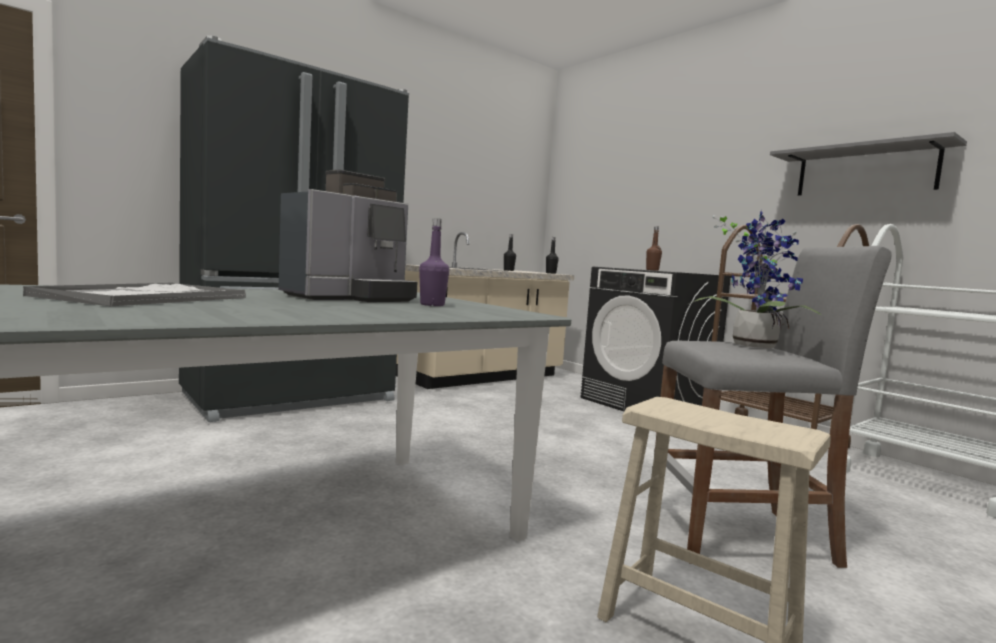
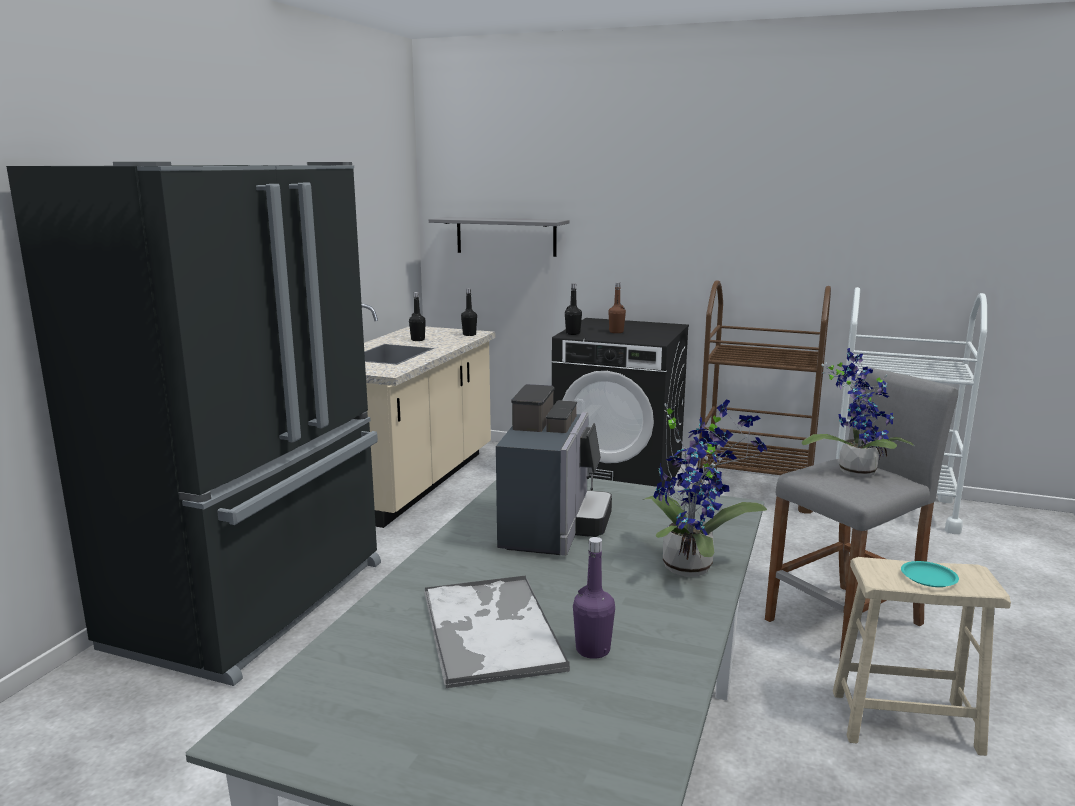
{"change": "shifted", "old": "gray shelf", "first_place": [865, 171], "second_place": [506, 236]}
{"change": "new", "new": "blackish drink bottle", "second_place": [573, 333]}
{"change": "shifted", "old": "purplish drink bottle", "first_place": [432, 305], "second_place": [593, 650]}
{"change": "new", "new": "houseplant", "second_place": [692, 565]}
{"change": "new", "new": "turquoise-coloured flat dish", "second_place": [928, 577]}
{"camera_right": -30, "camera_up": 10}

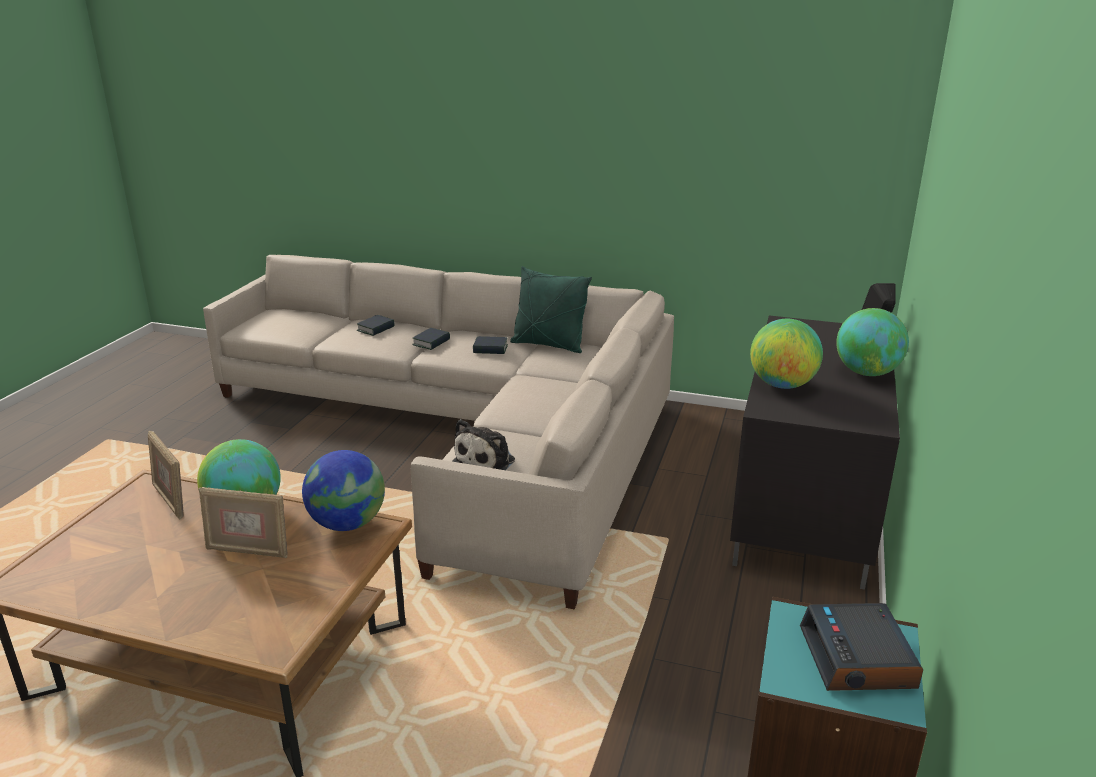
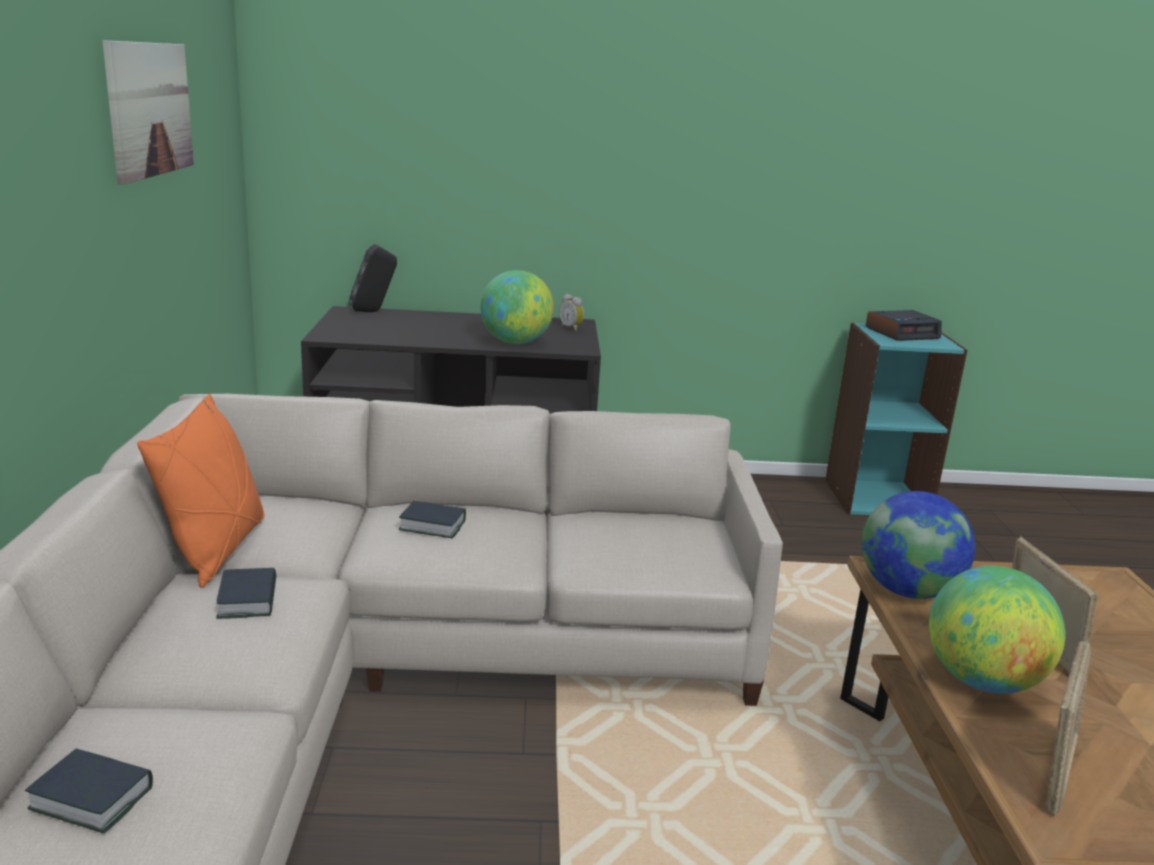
{"change": "new", "new": "picture", "second_place": [149, 109]}
{"change": "repainted", "old": "greenish throw pillow", "new": "orange-coloured throw pillow", "first_place": [549, 345], "second_place": [216, 550]}
{"change": "shifted", "old": "volume", "first_place": [431, 342], "second_place": [432, 525]}
{"change": "new", "new": "table clock", "second_place": [571, 328]}
{"change": "gone", "old": "cuddly toy", "first_place": [487, 461]}
{"change": "gone", "old": "desk globe", "first_place": [866, 373]}
{"camera_right": -110, "camera_up": -5}

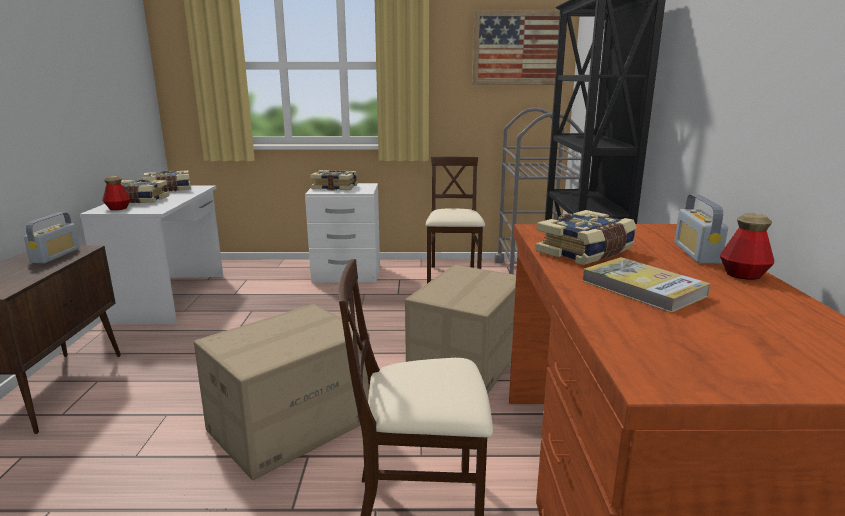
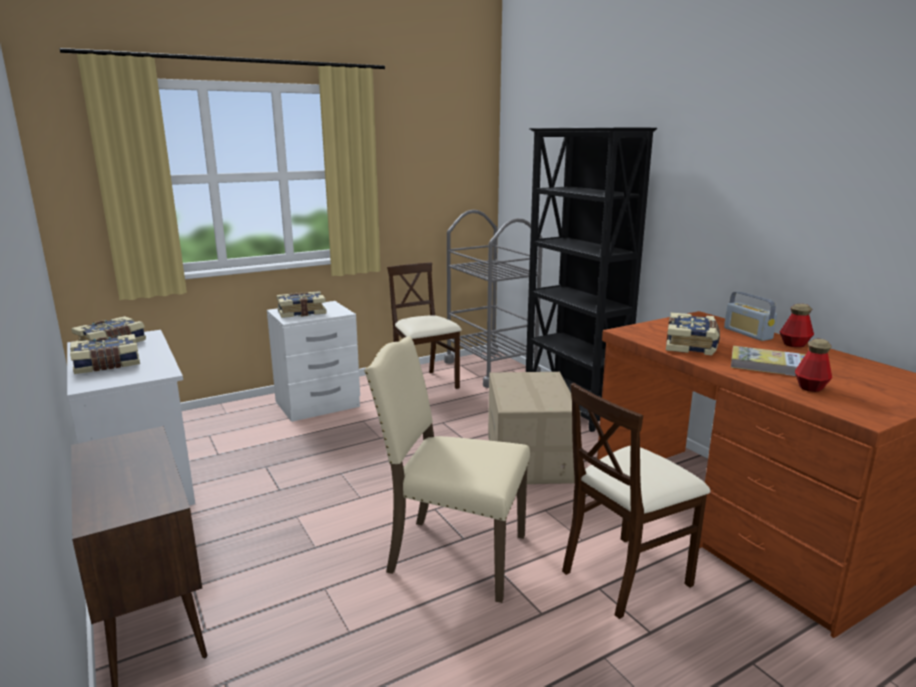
{"change": "swapped", "old": "carton", "new": "beige chair", "first_place": [290, 424], "second_place": [453, 555]}
{"change": "shifted", "old": "drink bottle", "first_place": [118, 208], "second_place": [810, 387]}
{"change": "gone", "old": "radio set", "first_place": [56, 255]}
{"change": "gone", "old": "picture", "first_place": [517, 48]}
{"camera_right": -30, "camera_up": 0}

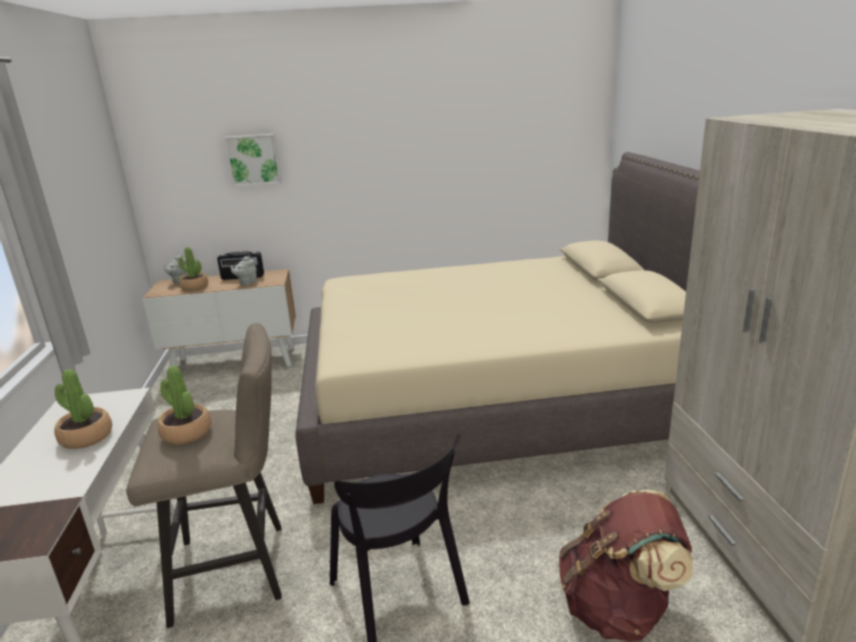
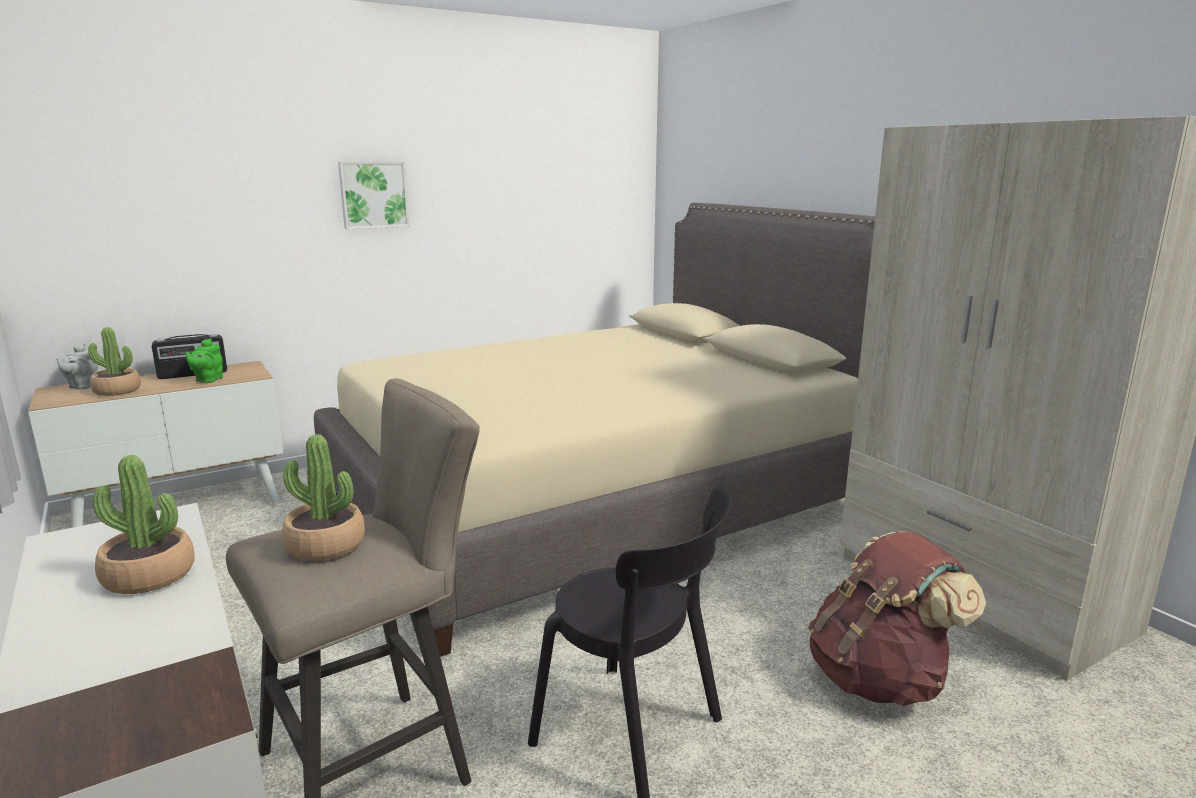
{"change": "repainted", "old": "gray teapot", "new": "greenish teapot", "first_place": [247, 283], "second_place": [208, 380]}
{"change": "shifted", "old": "picture", "first_place": [253, 160], "second_place": [373, 194]}
{"camera_right": -25, "camera_up": -5}

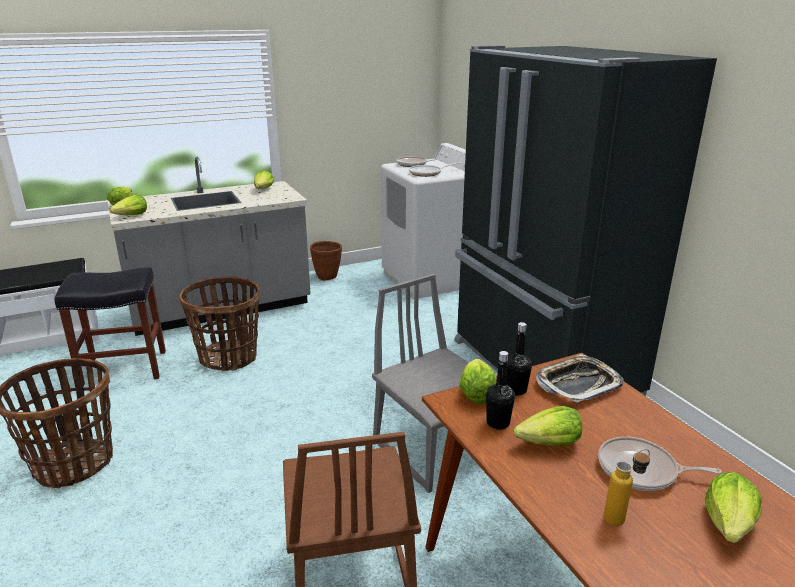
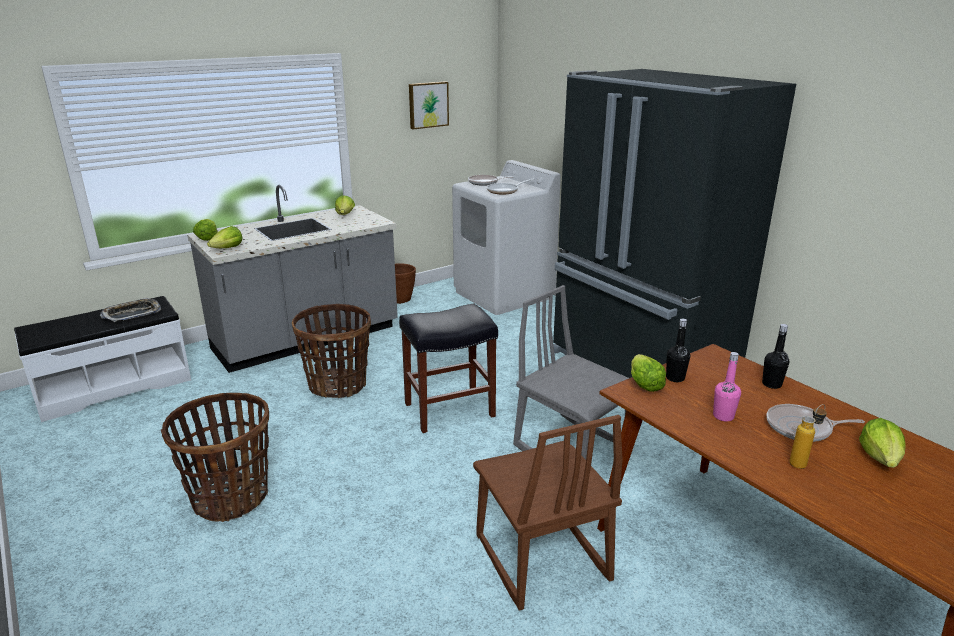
{"change": "shifted", "old": "serving tray", "first_place": [578, 384], "second_place": [132, 314]}
{"change": "shifted", "old": "blackish stool seat", "first_place": [122, 369], "second_place": [448, 410]}
{"change": "new", "new": "picture", "second_place": [428, 105]}
{"change": "swapped", "old": "head of lettuce", "new": "pinkish drink bottle", "first_place": [549, 444], "second_place": [723, 416]}
{"change": "shifted", "old": "blackish drink bottle", "first_place": [498, 423], "second_place": [771, 384]}
{"camera_right": -10, "camera_up": 0}

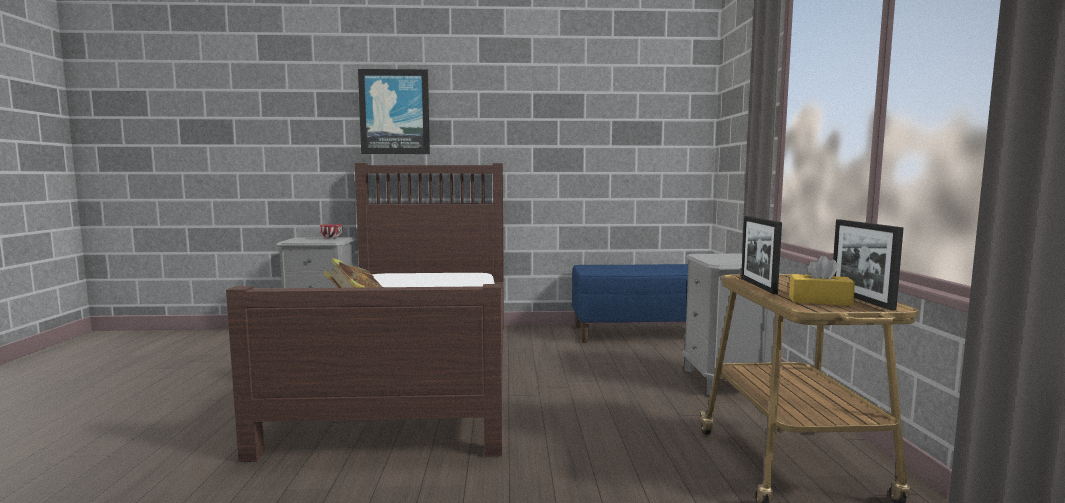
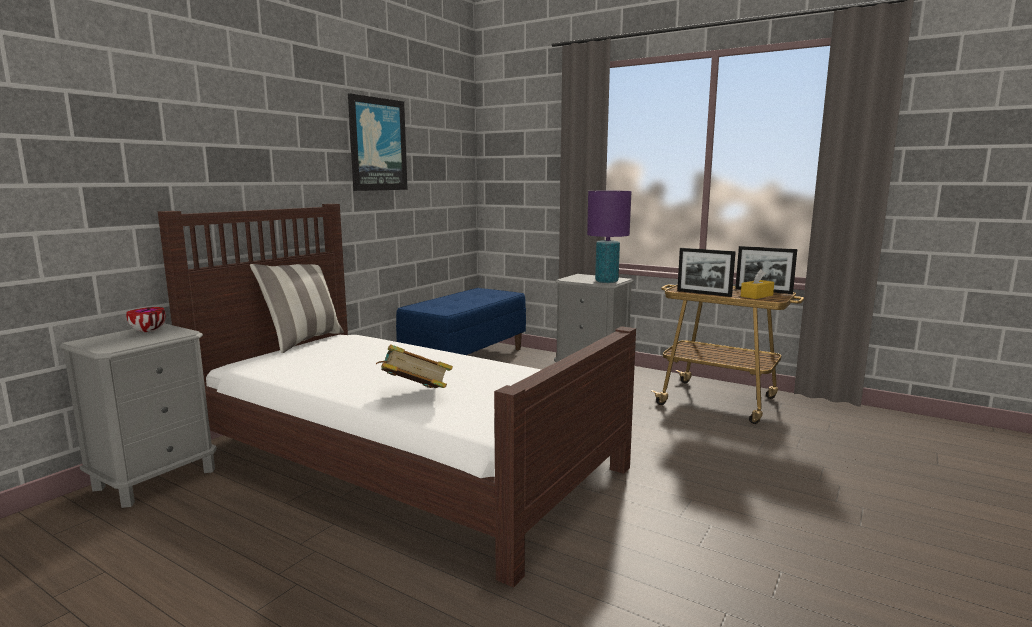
{"change": "new", "new": "throw pillow", "second_place": [303, 341]}
{"change": "shifted", "old": "picture", "first_place": [394, 112], "second_place": [377, 144]}
{"change": "new", "new": "purplish tabletop lamp", "second_place": [606, 281]}
{"camera_right": -55, "camera_up": 5}

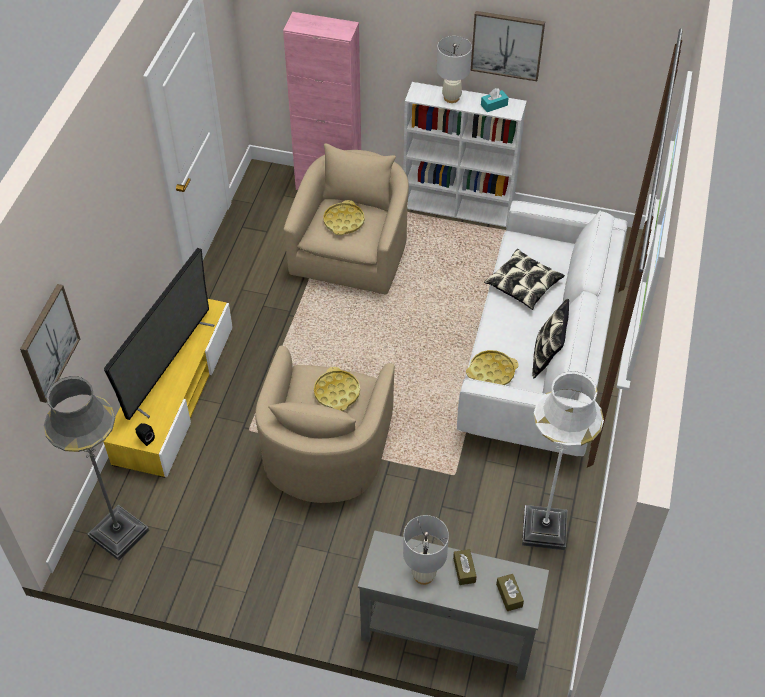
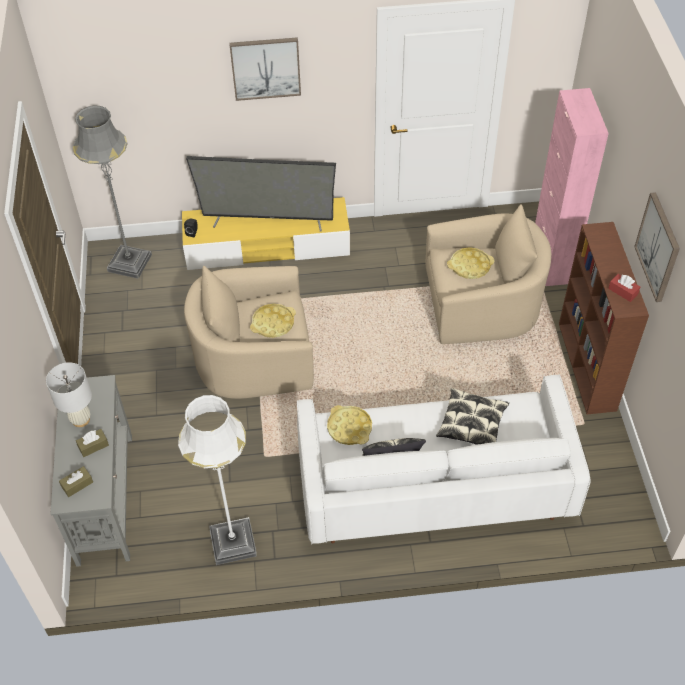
{"change": "shifted", "old": "picture", "first_place": [48, 343], "second_place": [265, 68]}
{"change": "repainted", "old": "white-coloured bookshelf", "new": "brownish bookshelf", "first_place": [459, 208], "second_place": [587, 367]}
{"change": "repainted", "old": "turquoise-coloured tissue box", "new": "red-coloured tissue box", "first_place": [494, 105], "second_place": [623, 291]}
{"change": "gone", "old": "white-coloured tabletop lamp", "first_place": [451, 98]}
{"camera_right": 70, "camera_up": 0}

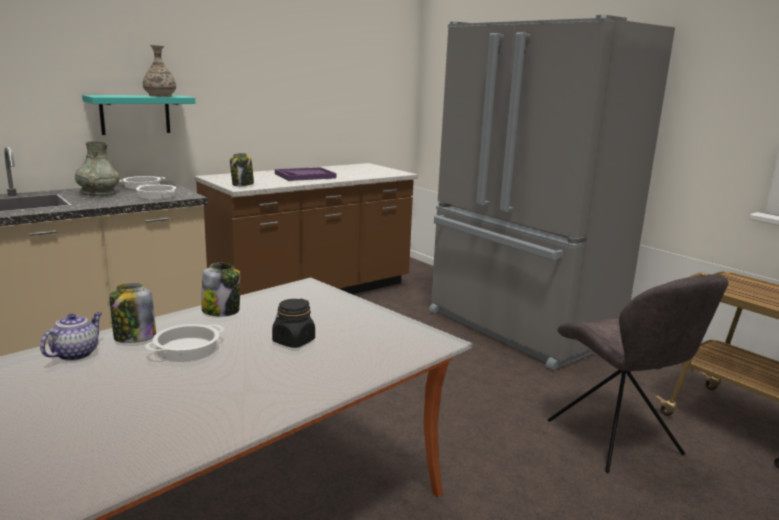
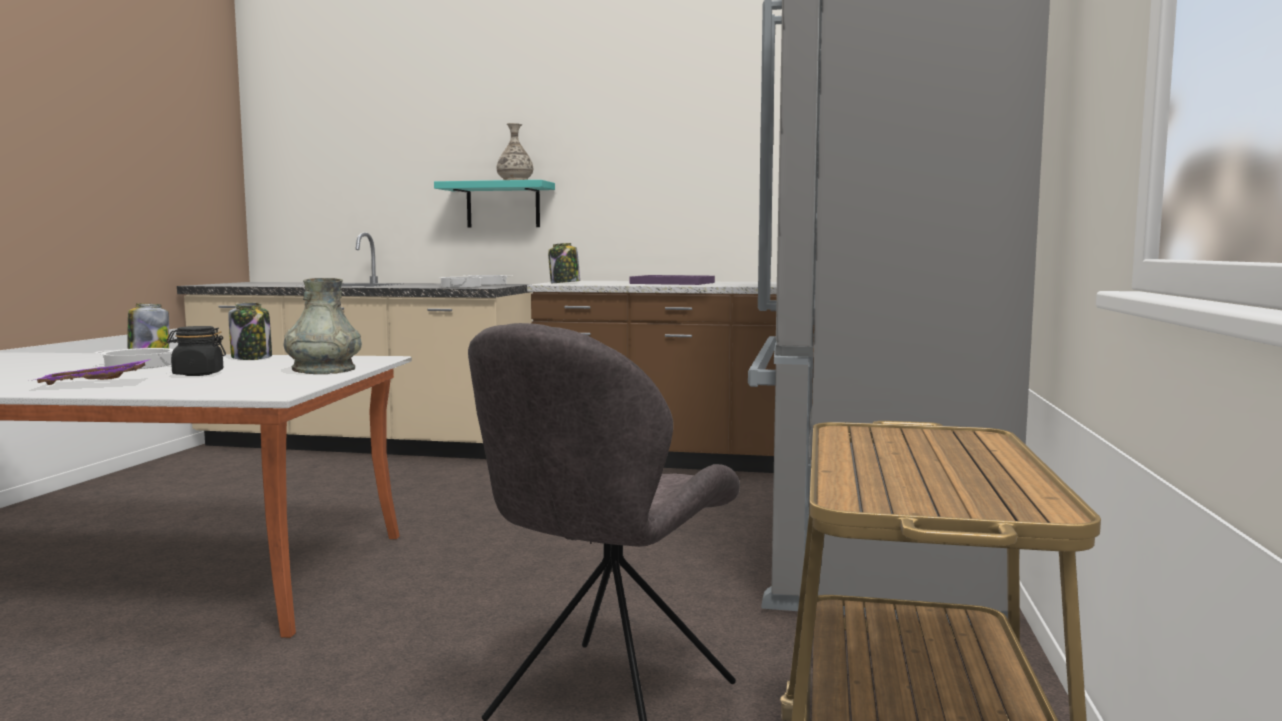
{"change": "new", "new": "purplish serving tray", "second_place": [93, 384]}
{"change": "shifted", "old": "gray flower vase", "first_place": [98, 193], "second_place": [323, 370]}
{"change": "gone", "old": "teapot", "first_place": [76, 354]}
{"camera_right": 50, "camera_up": -10}

